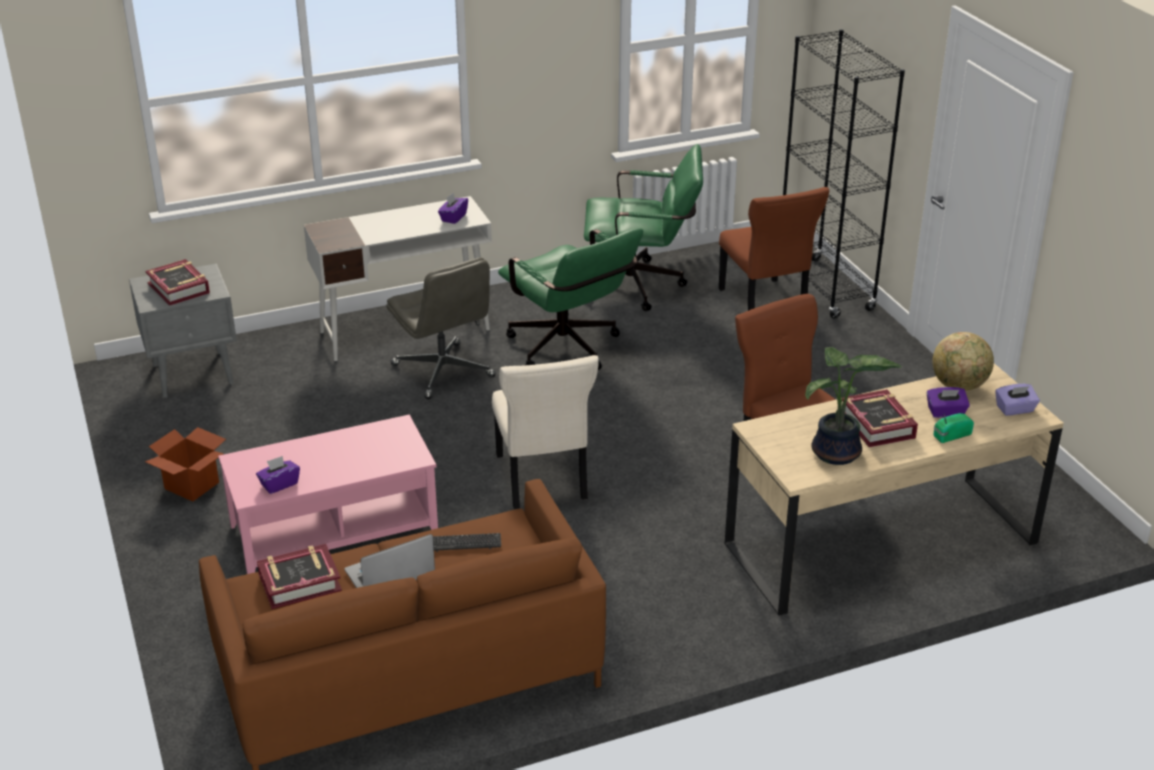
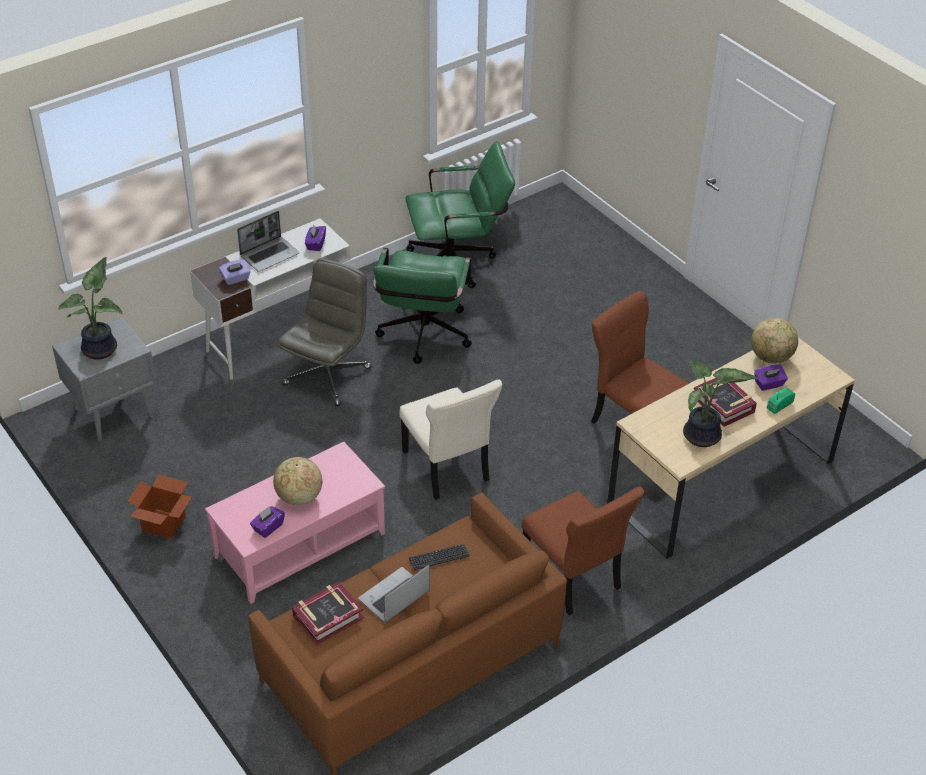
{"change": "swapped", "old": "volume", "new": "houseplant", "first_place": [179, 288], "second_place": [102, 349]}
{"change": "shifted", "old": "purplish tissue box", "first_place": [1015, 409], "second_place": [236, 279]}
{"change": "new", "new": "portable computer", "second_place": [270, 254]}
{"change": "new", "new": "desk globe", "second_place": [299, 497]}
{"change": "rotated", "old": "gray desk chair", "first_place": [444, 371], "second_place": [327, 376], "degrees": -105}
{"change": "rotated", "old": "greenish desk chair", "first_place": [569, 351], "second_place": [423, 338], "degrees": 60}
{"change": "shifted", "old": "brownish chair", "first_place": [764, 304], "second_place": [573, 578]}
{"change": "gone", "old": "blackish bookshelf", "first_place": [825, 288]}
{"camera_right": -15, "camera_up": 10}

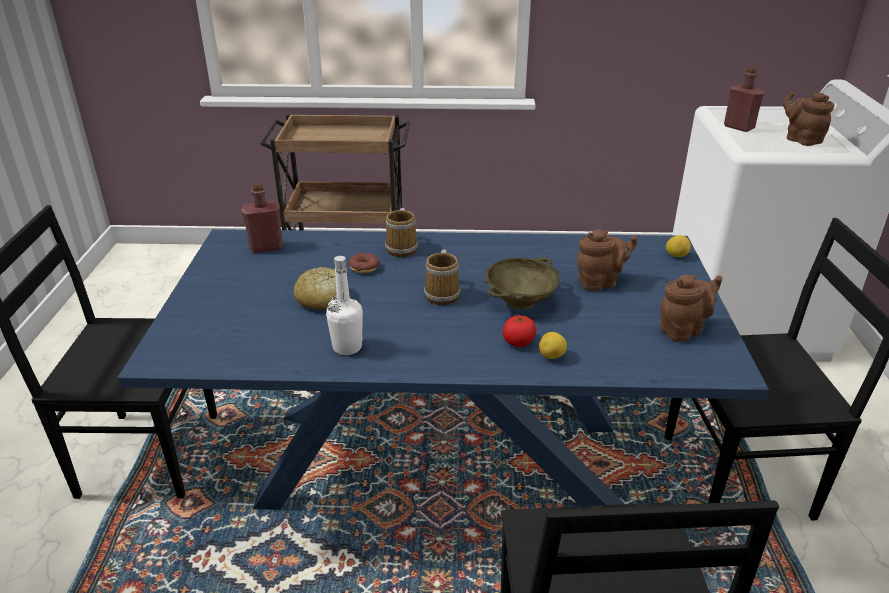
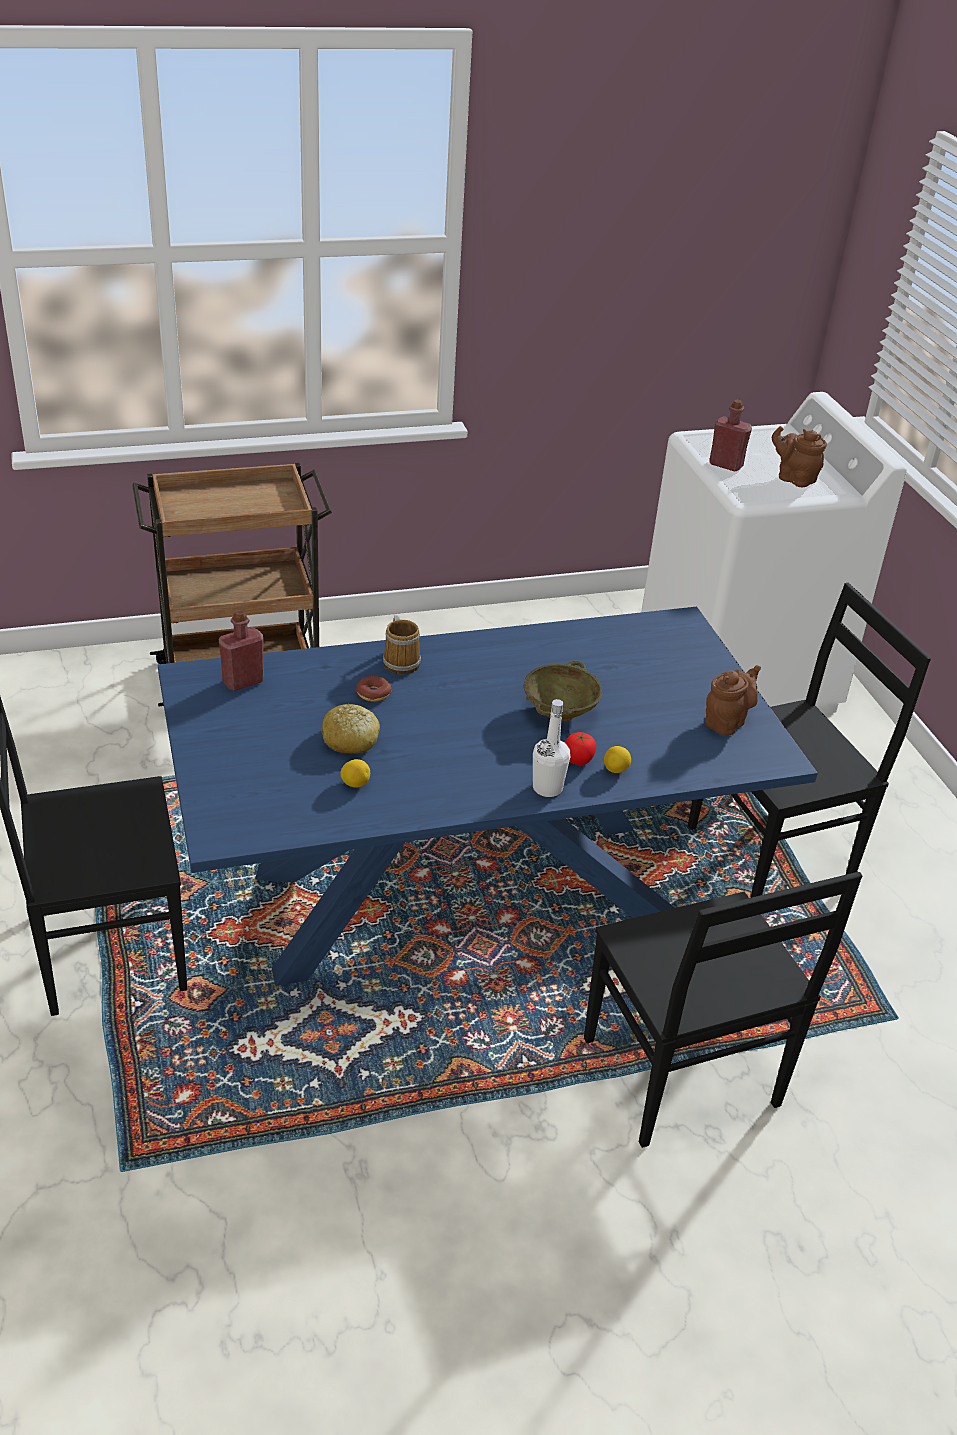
{"change": "shifted", "old": "lemon", "first_place": [676, 255], "second_place": [355, 784]}
{"change": "shifted", "old": "white-coloured drink bottle", "first_place": [347, 347], "second_place": [547, 788]}
{"change": "gone", "old": "coffee mug", "first_place": [443, 294]}
{"change": "gone", "old": "brownish teapot", "first_place": [600, 282]}
{"camera_right": -20, "camera_up": 5}

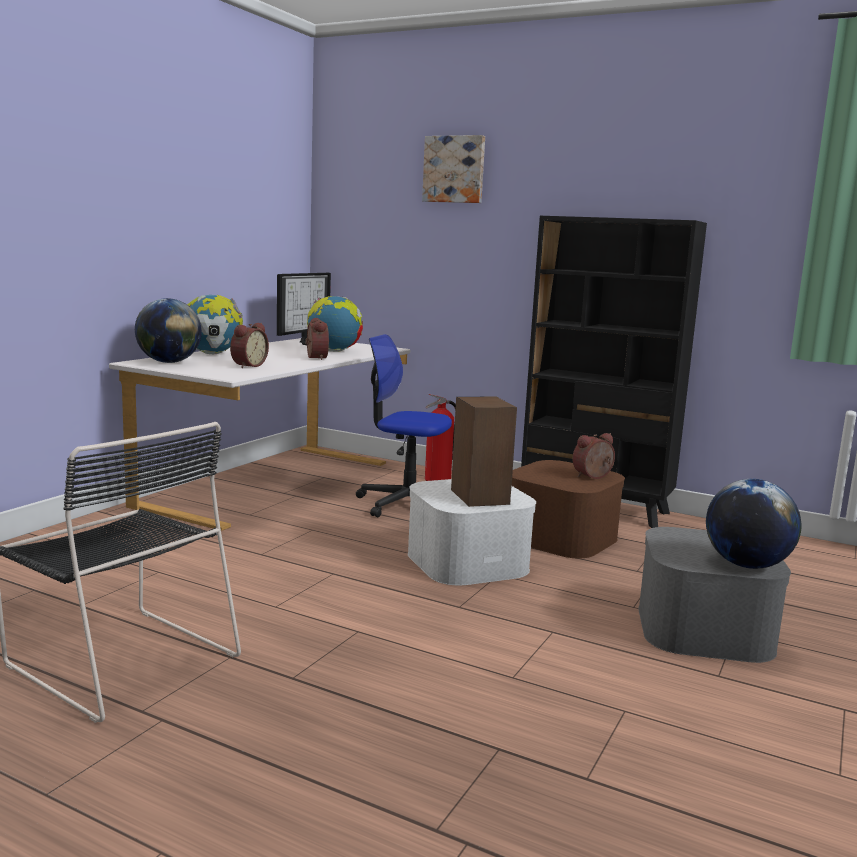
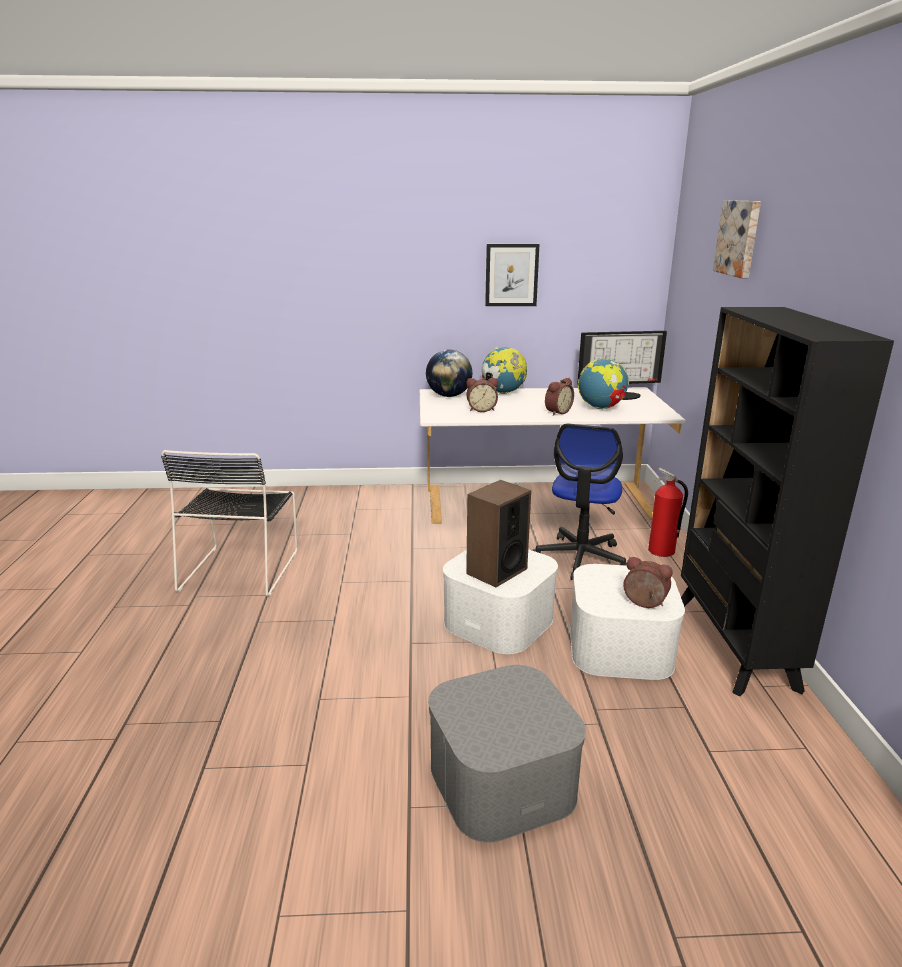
{"change": "new", "new": "picture", "second_place": [511, 275]}
{"change": "rotated", "old": "desk chair", "first_place": [405, 504], "second_place": [580, 558], "degrees": -150}
{"change": "repainted", "old": "brownish storage bin", "new": "white-coloured storage bin", "first_place": [561, 537], "second_place": [619, 647]}
{"change": "gone", "old": "desk globe", "first_place": [746, 565]}
{"camera_right": 60, "camera_up": 10}

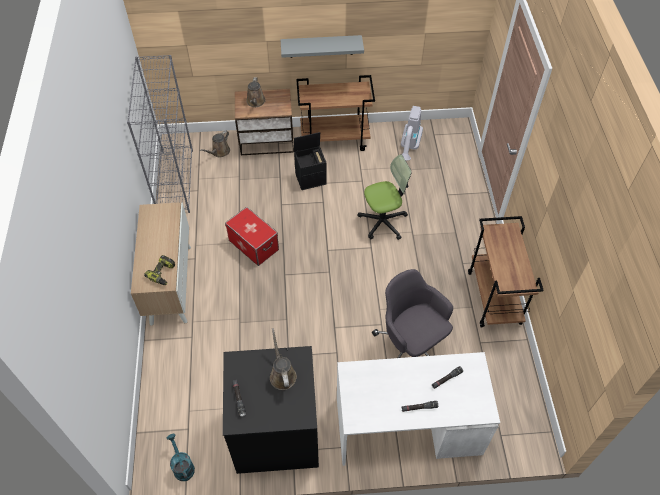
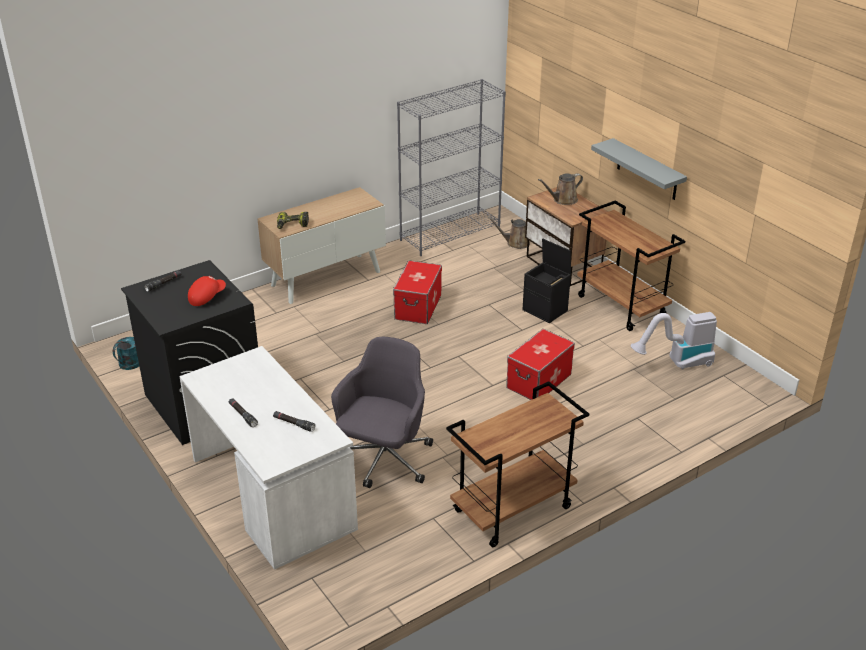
{"change": "swapped", "old": "brownish sprinkling can", "new": "red-coloured baseball cap", "first_place": [282, 374], "second_place": [206, 297]}
{"change": "swapped", "old": "desk chair", "new": "storage bin", "first_place": [383, 221], "second_place": [539, 381]}
{"camera_right": 60, "camera_up": -20}

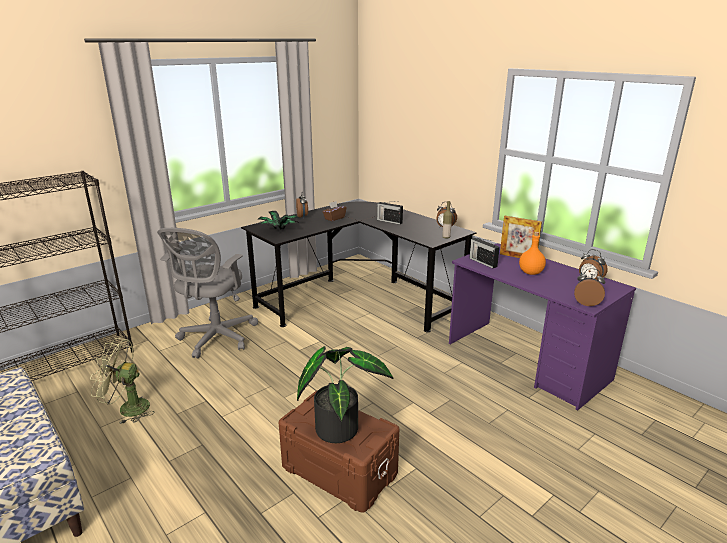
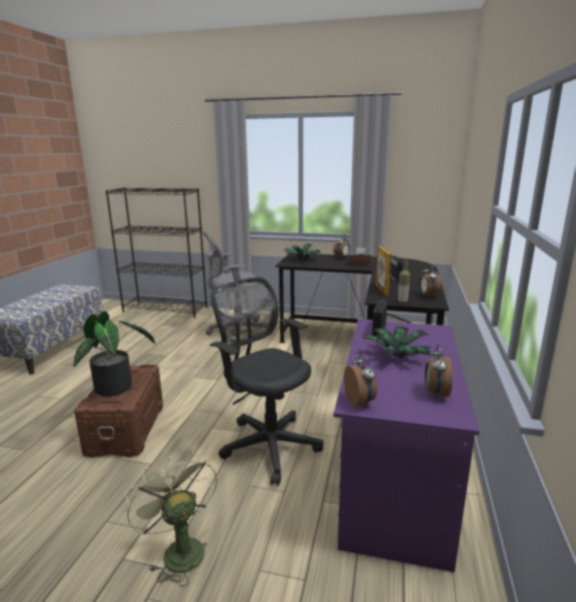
{"change": "shifted", "old": "greenish electric fan", "first_place": [127, 408], "second_place": [178, 549]}
{"change": "new", "new": "blackish desk chair", "second_place": [268, 443]}
{"change": "swapped", "old": "orange-coloured drink bottle", "new": "houseplant", "first_place": [531, 273], "second_place": [395, 356]}
{"change": "shifted", "old": "photo frame", "first_place": [517, 257], "second_place": [381, 289]}
{"camera_right": 55, "camera_up": -5}

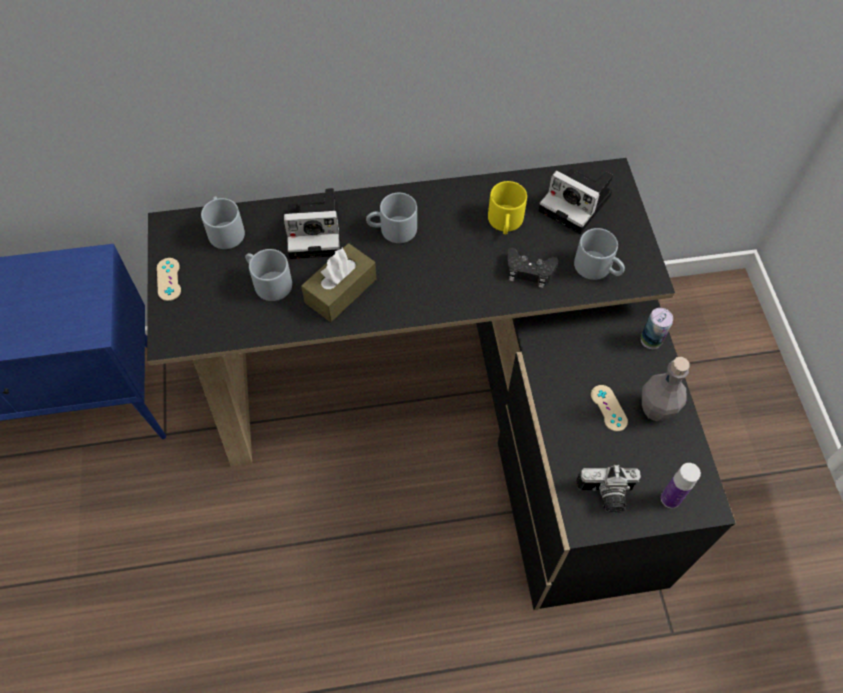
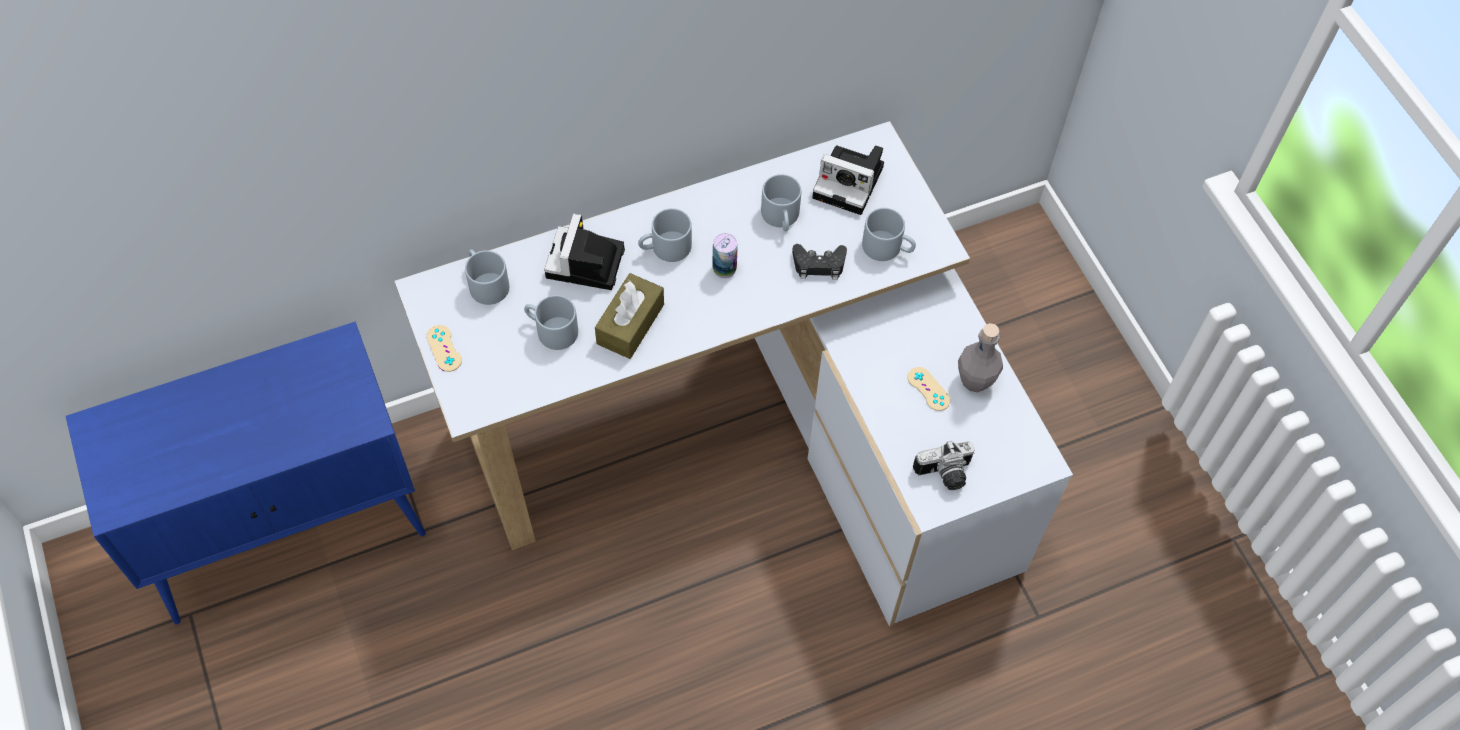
{"change": "repainted", "old": "blackish desk table", "new": "white-coloured desk table", "first_place": [454, 413], "second_place": [750, 436]}
{"change": "rotated", "old": "photo camera", "first_place": [317, 231], "second_place": [585, 265], "degrees": 120}
{"change": "shifted", "old": "can", "first_place": [651, 340], "second_place": [724, 269]}
{"change": "repainted", "old": "yellow-coloured coffee mug", "new": "gray coffee mug", "first_place": [506, 223], "second_place": [782, 217]}
{"change": "gone", "old": "drink bottle", "first_place": [670, 498]}
{"camera_right": -15, "camera_up": 0}

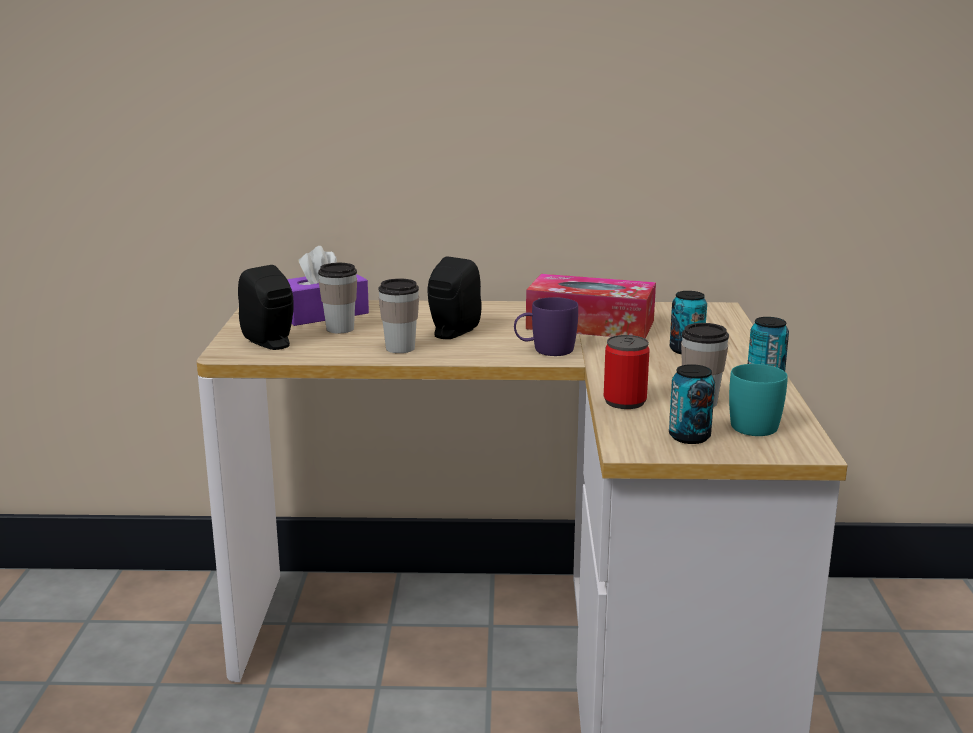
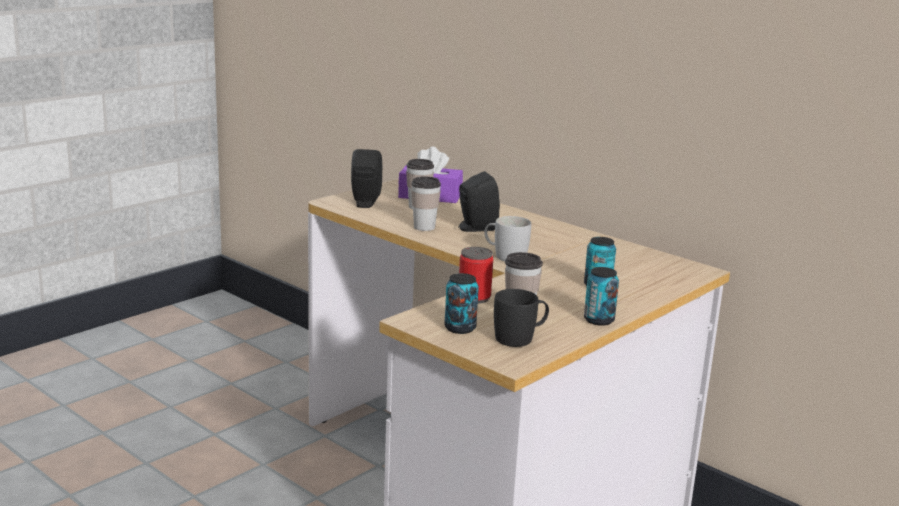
{"change": "repainted", "old": "purplish coffee mug", "new": "white-coloured coffee mug", "first_place": [545, 350], "second_place": [504, 255]}
{"change": "repainted", "old": "turquoise-coloured coffee mug", "new": "blackish coffee mug", "first_place": [755, 423], "second_place": [520, 338]}
{"change": "gone", "old": "tissue box", "first_place": [590, 325]}
{"camera_right": 40, "camera_up": 0}

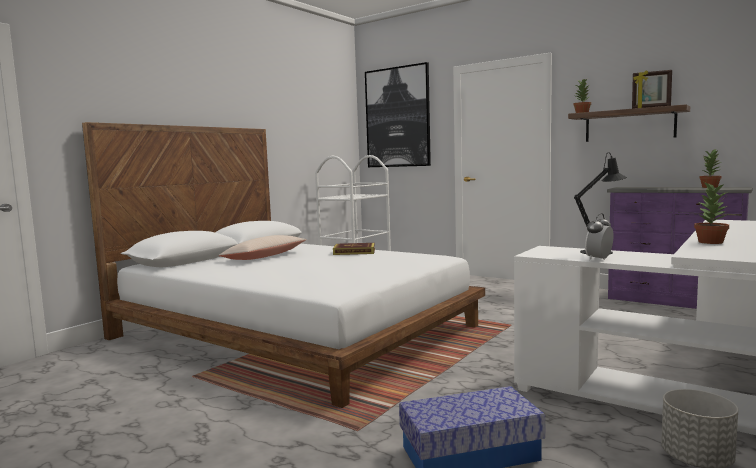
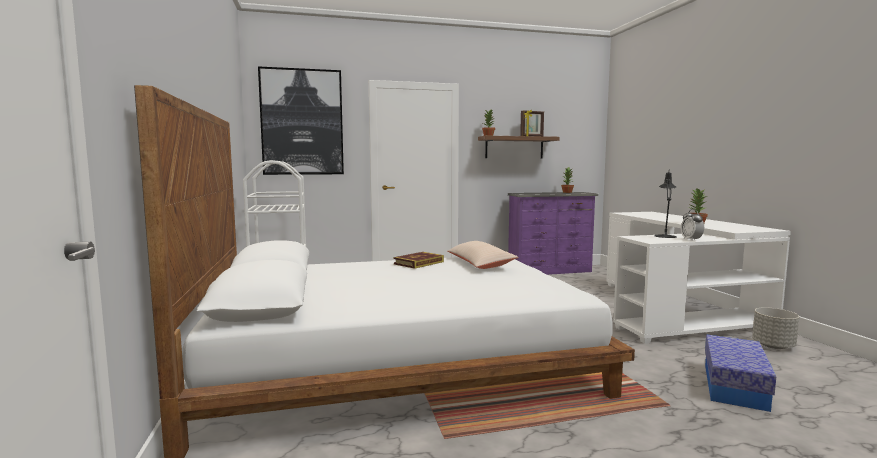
{"change": "shifted", "old": "beige throw pillow", "first_place": [264, 257], "second_place": [480, 264]}
{"camera_right": -50, "camera_up": 0}

